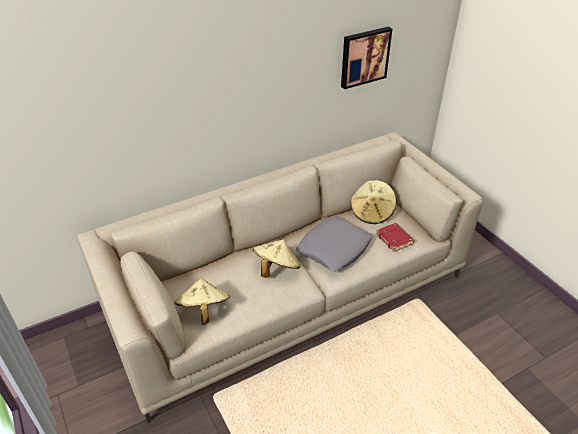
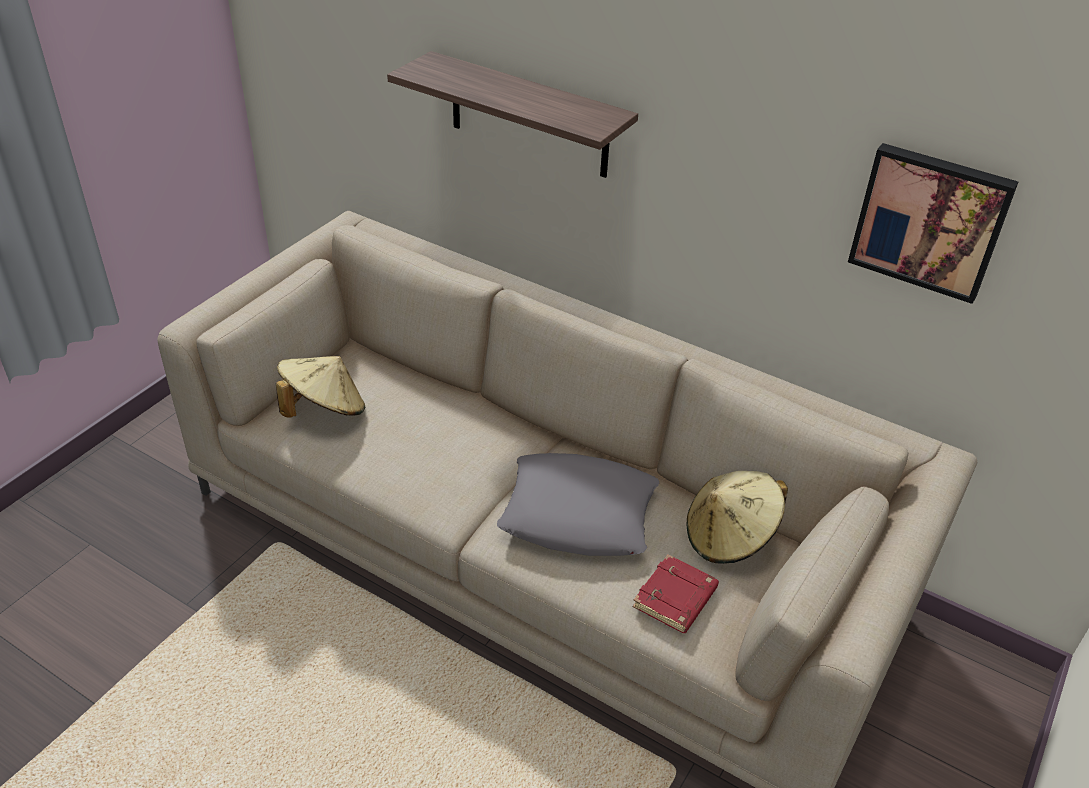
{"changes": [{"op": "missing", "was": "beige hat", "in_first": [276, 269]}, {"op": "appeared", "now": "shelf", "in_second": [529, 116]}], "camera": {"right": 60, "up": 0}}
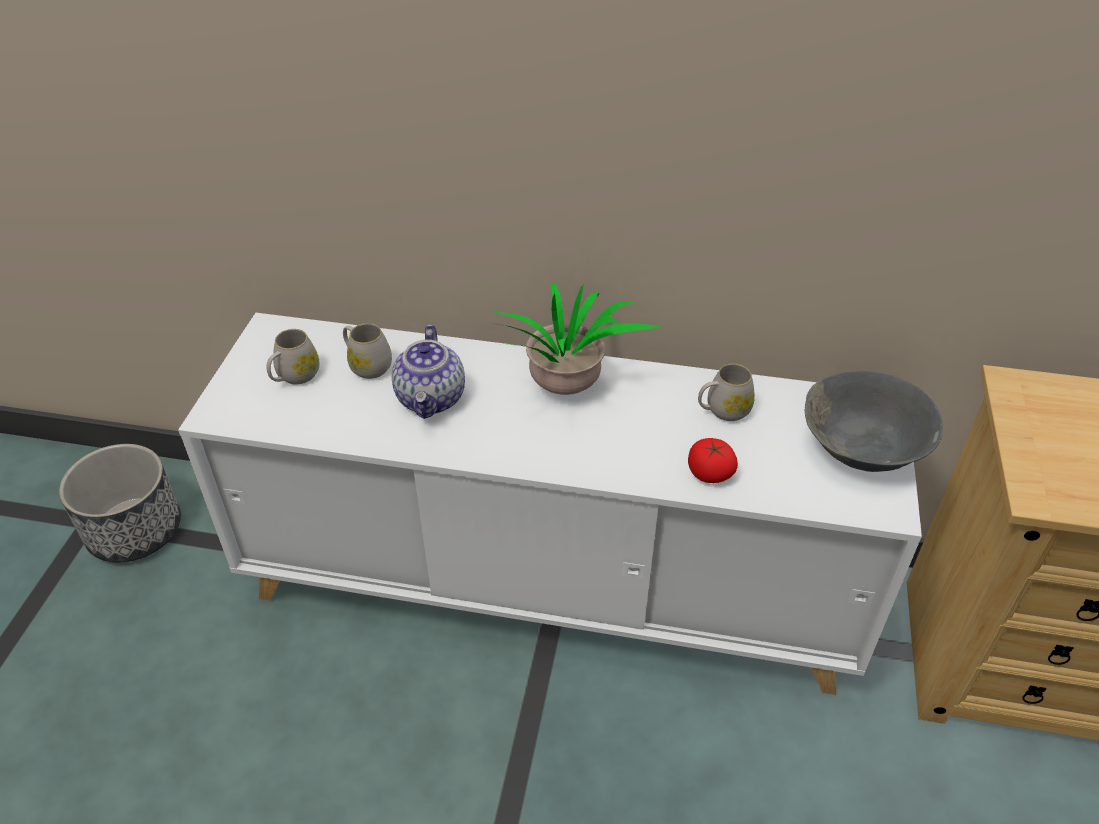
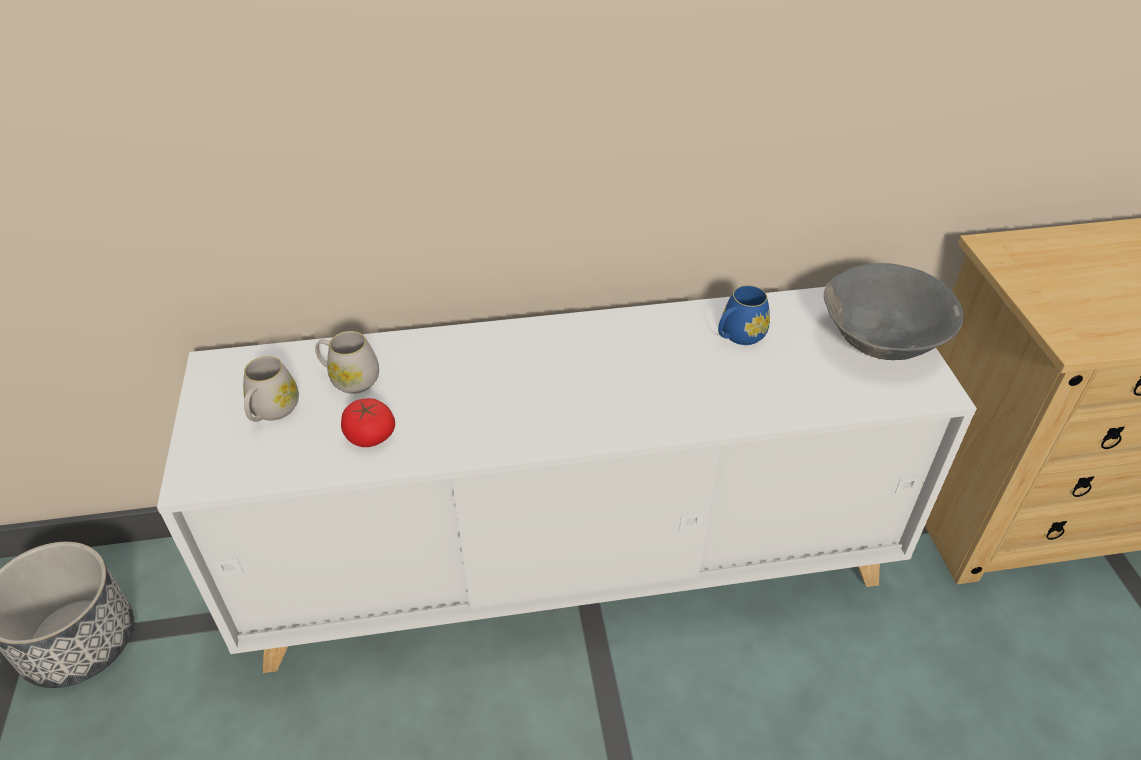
{"changes": [{"op": "missing", "was": "potted plant", "in_first": [566, 390]}, {"op": "missing", "was": "teapot", "in_first": [432, 399]}, {"op": "colour", "was": "white mug", "now": "blue mug", "in_first": [723, 410], "in_second": [738, 336]}, {"op": "relocated", "was": "tomato", "in_first": [710, 472], "in_second": [370, 435]}], "camera": {"right": -20, "up": 0}}
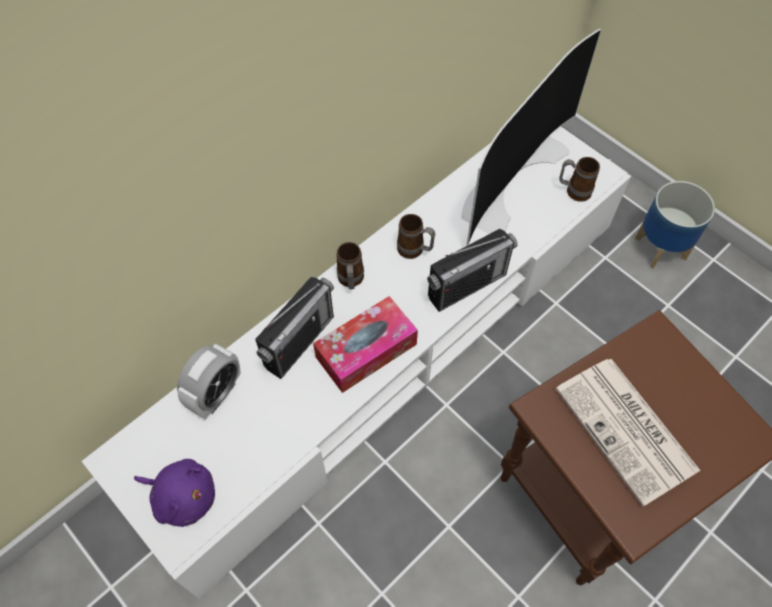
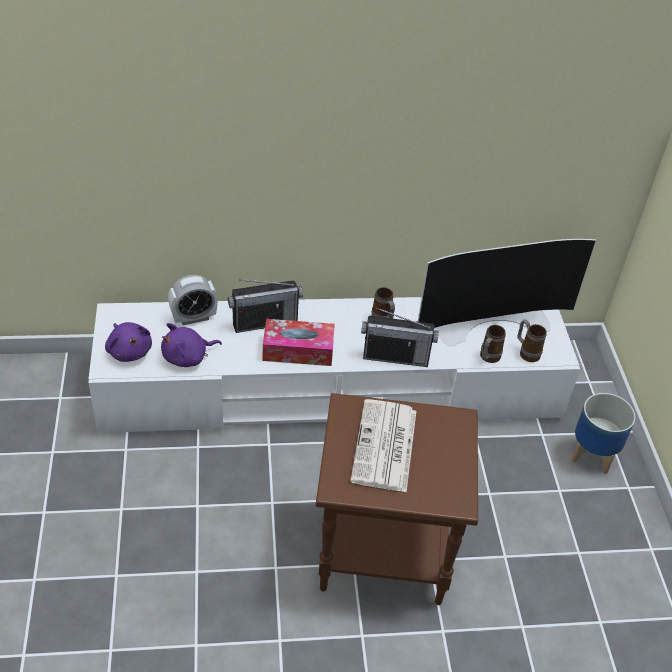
{"changes": [{"op": "relocated", "was": "mug", "in_first": [350, 281], "in_second": [487, 358]}, {"op": "appeared", "now": "purple plush toy", "in_second": [188, 357]}], "camera": {"right": 35, "up": -15}}
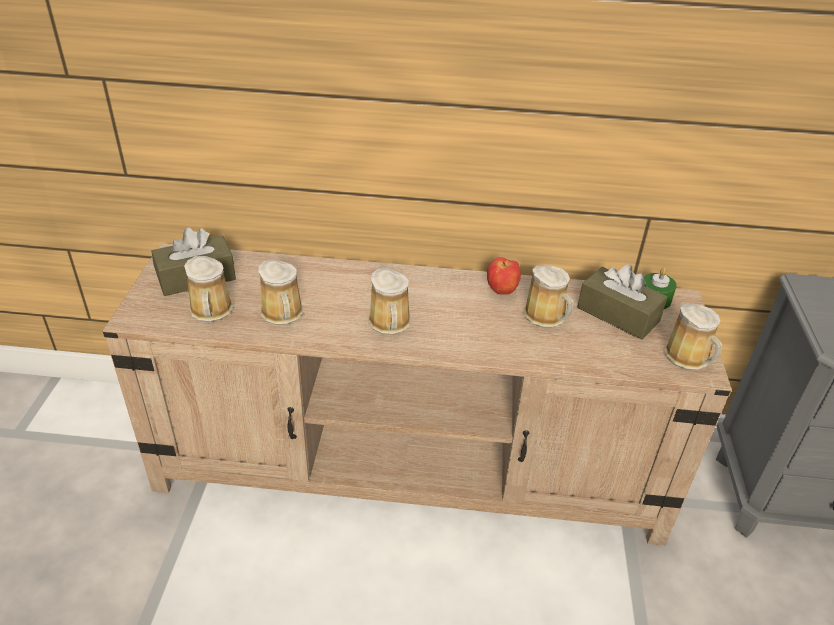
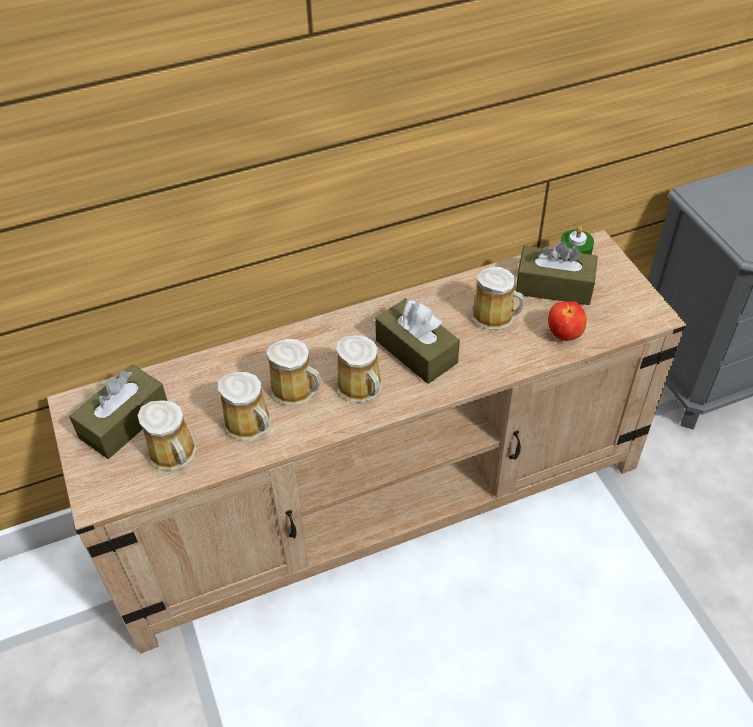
{"changes": [{"op": "relocated", "was": "apple", "in_first": [502, 291], "in_second": [564, 335]}, {"op": "relocated", "was": "mug", "in_first": [689, 358], "in_second": [296, 389]}, {"op": "appeared", "now": "brown tissue box", "in_second": [416, 351]}], "camera": {"right": -25, "up": 10}}
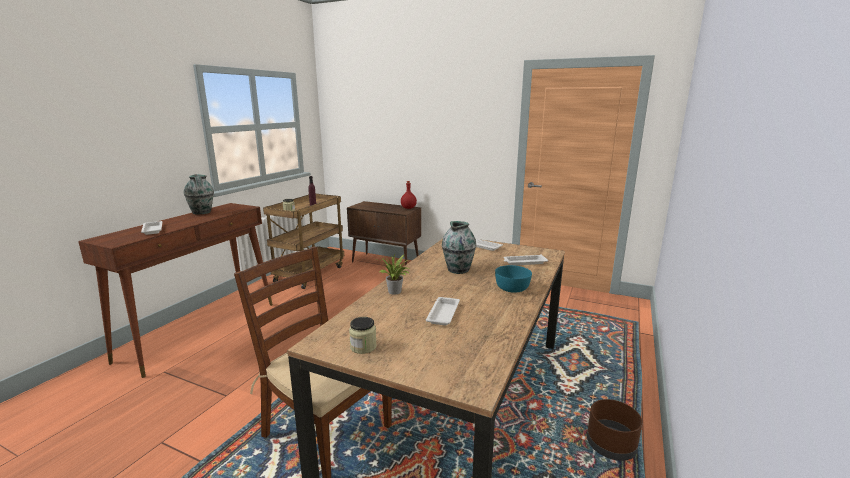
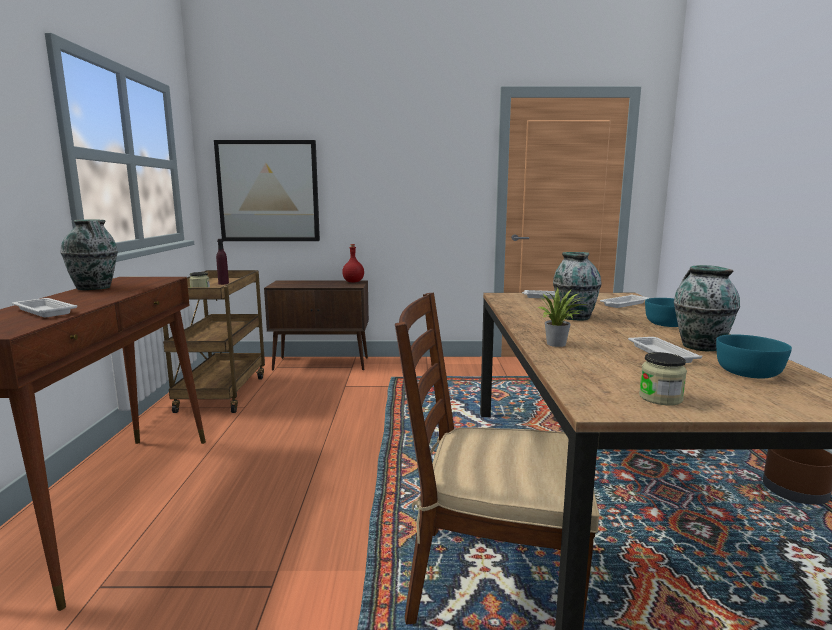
{"changes": [{"op": "appeared", "now": "picture", "in_second": [268, 191]}, {"op": "appeared", "now": "vase", "in_second": [700, 346]}, {"op": "appeared", "now": "turquoise bowl", "in_second": [749, 372]}], "camera": {"right": -25, "up": -5}}
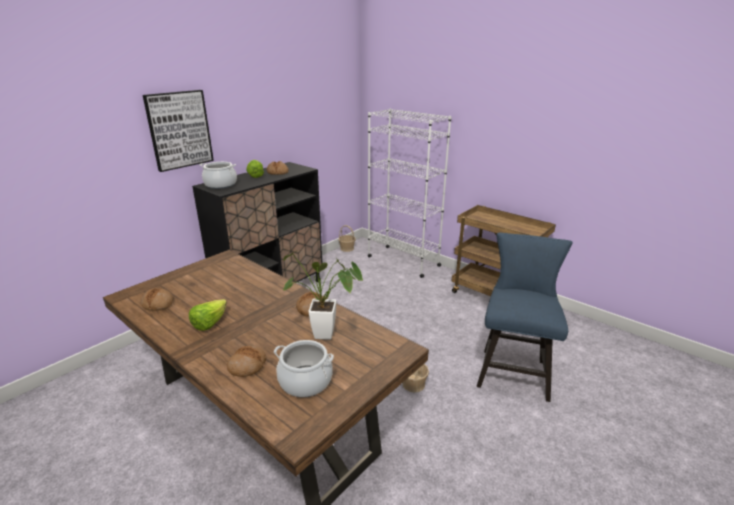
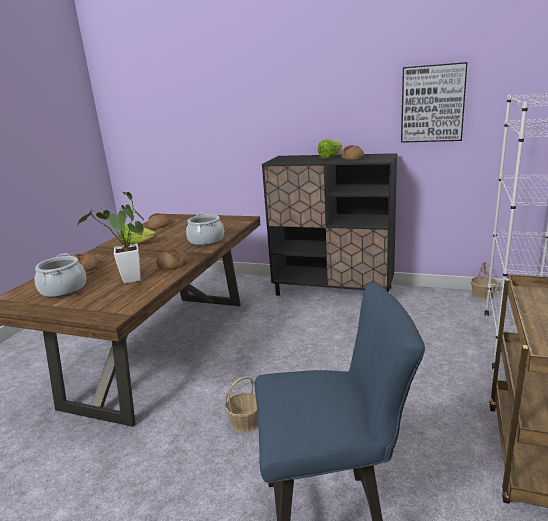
{"changes": [{"op": "relocated", "was": "picture", "in_first": [179, 130], "in_second": [432, 104]}, {"op": "relocated", "was": "cooking pot", "in_first": [220, 185], "in_second": [206, 241]}], "camera": {"right": 70, "up": -5}}
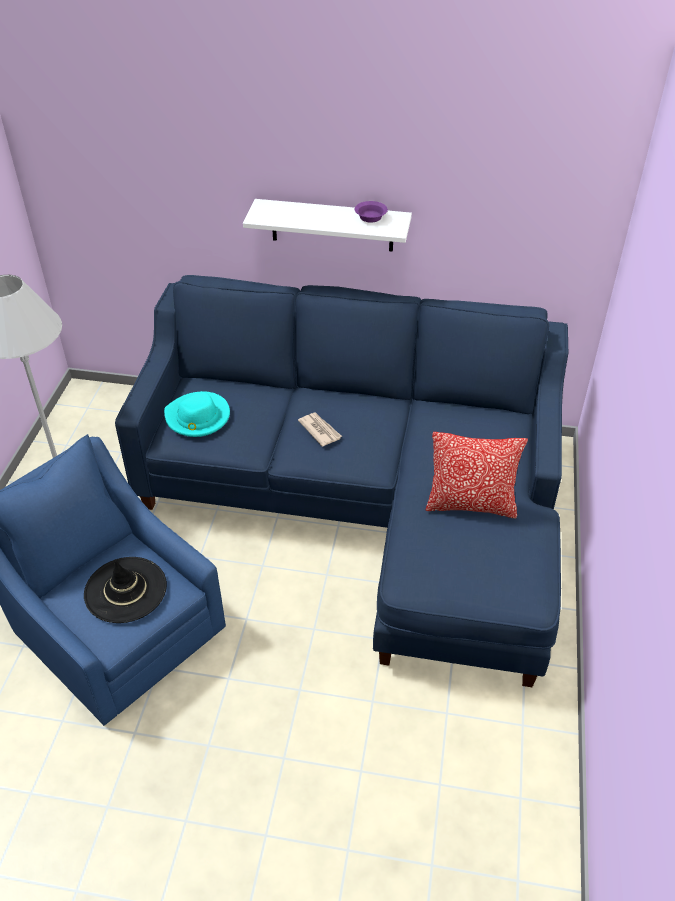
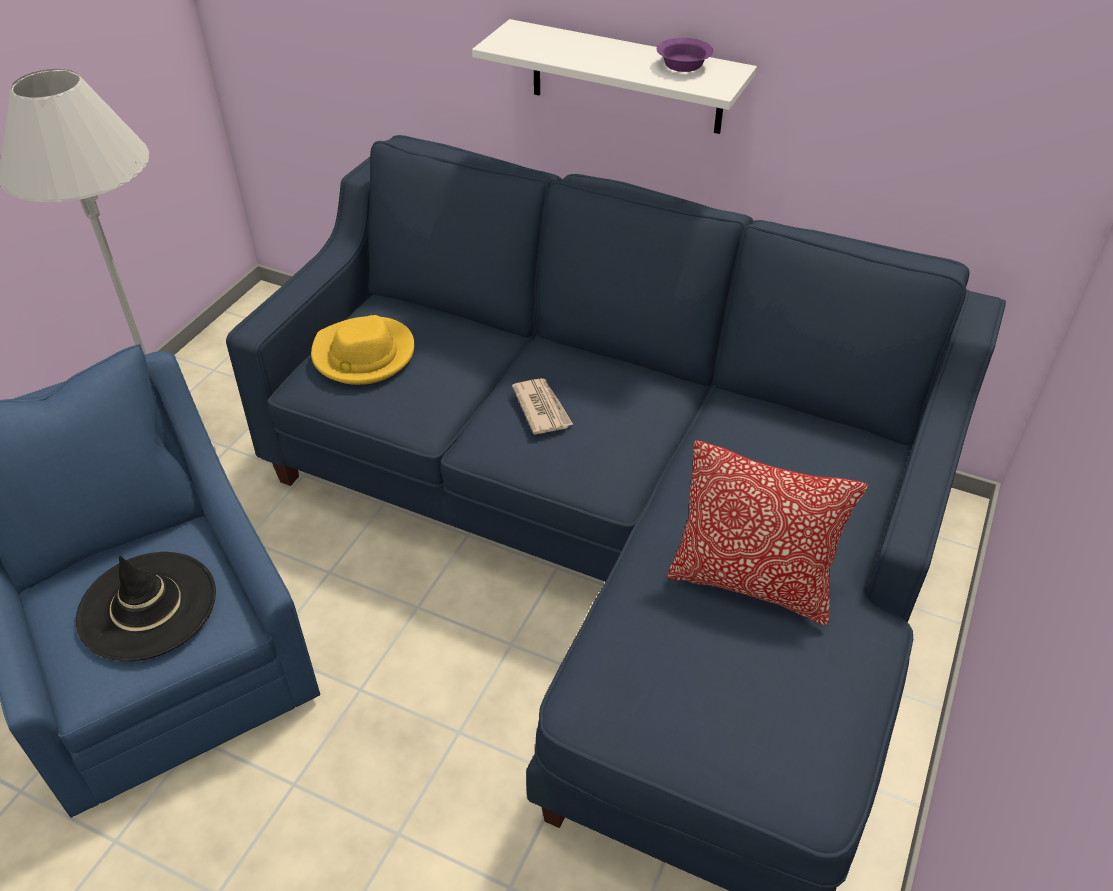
{"changes": [{"op": "colour", "was": "turquoise hat", "now": "yellow hat", "in_first": [197, 417], "in_second": [363, 355]}], "camera": {"right": 15, "up": 0}}
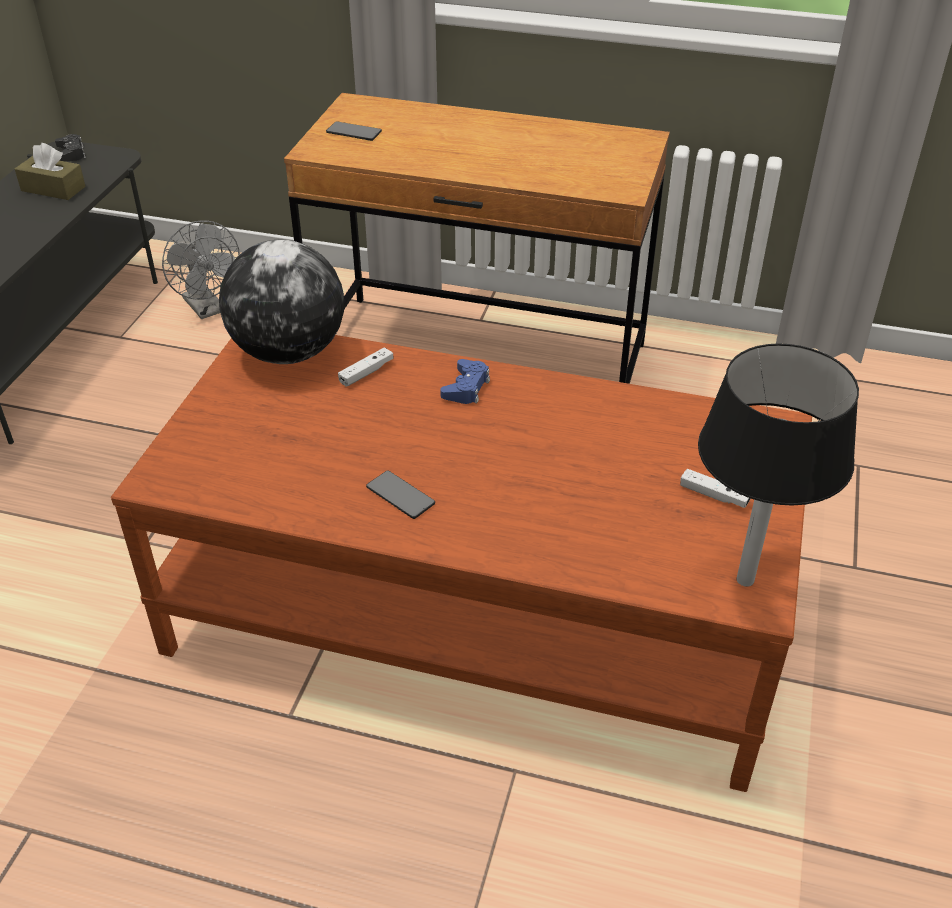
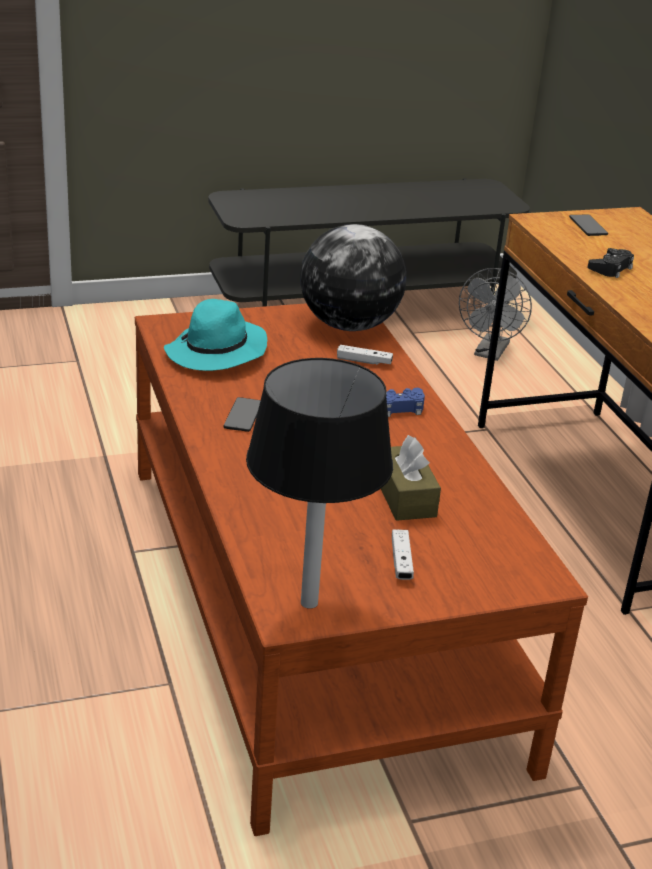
{"changes": [{"op": "relocated", "was": "black game controller", "in_first": [71, 153], "in_second": [610, 268]}, {"op": "relocated", "was": "brown tissue box", "in_first": [53, 189], "in_second": [405, 496]}, {"op": "appeared", "now": "turquoise hat", "in_second": [216, 353]}], "camera": {"right": 55, "up": -10}}
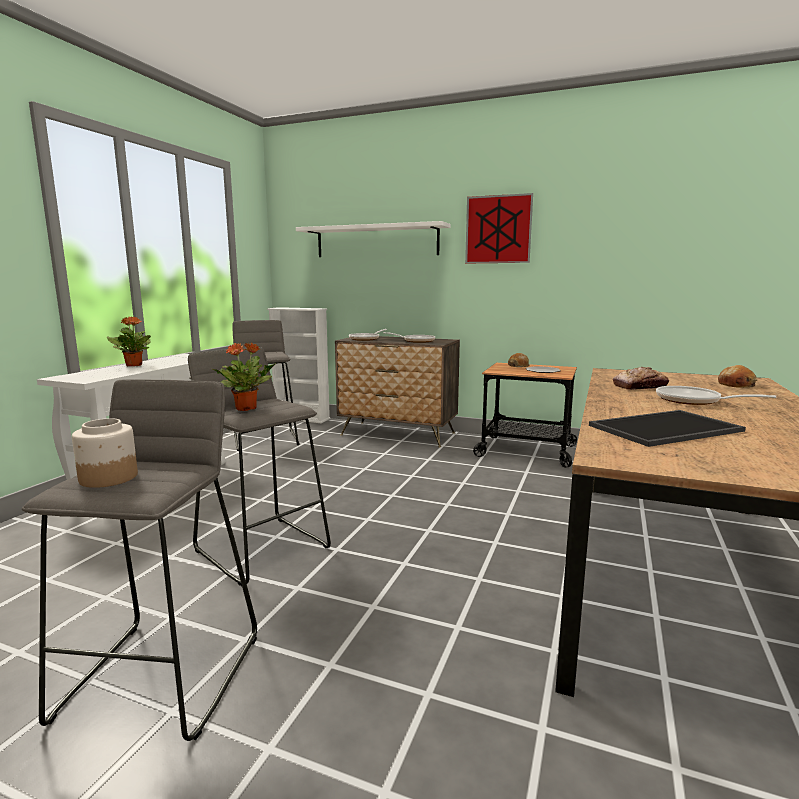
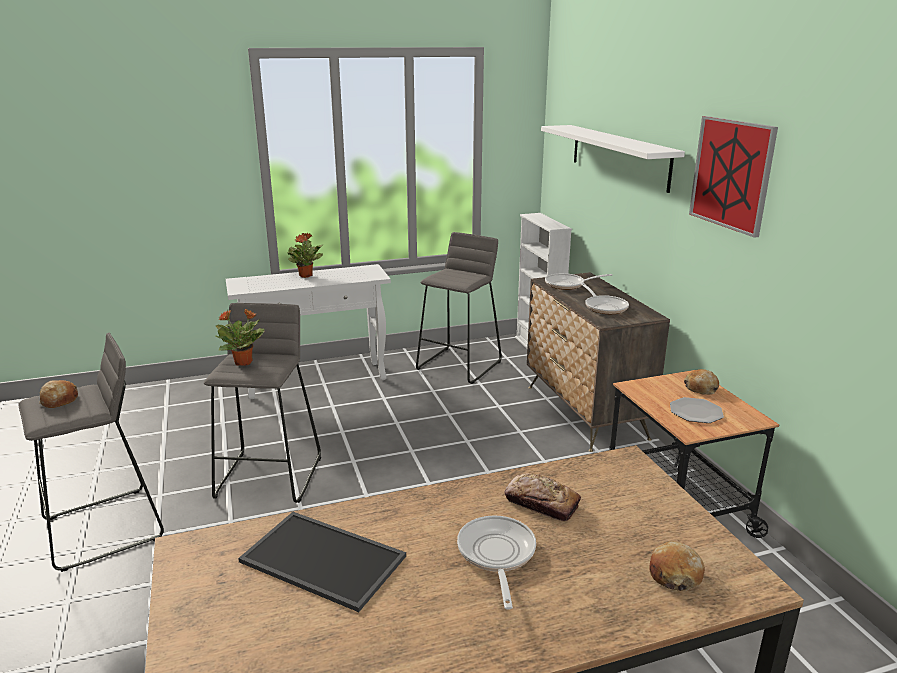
{"changes": [{"op": "exchanged", "was": "jar", "now": "bread", "in_first": [108, 478], "in_second": [59, 400]}], "camera": {"right": 50, "up": 10}}
